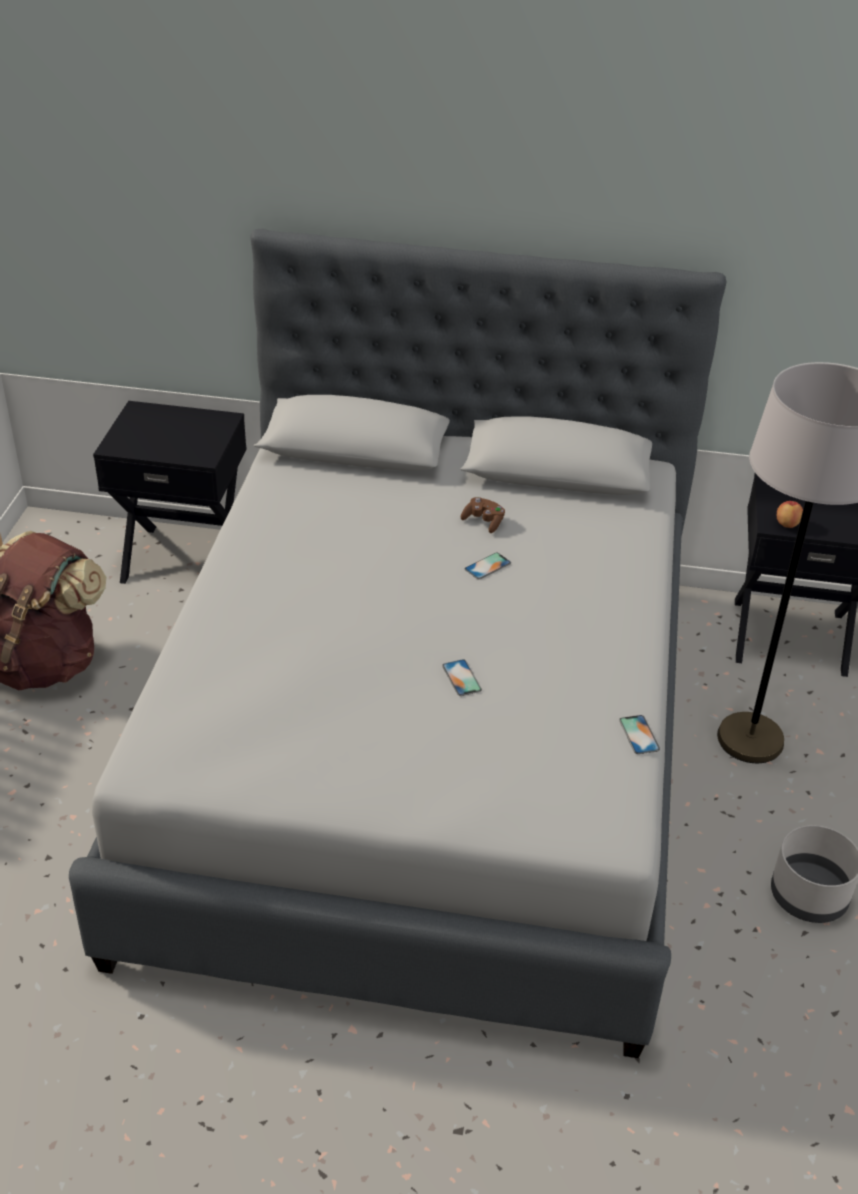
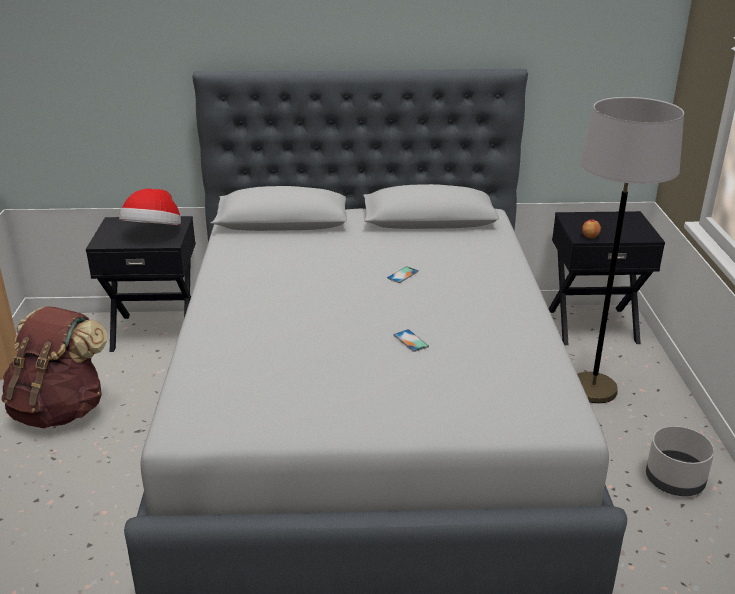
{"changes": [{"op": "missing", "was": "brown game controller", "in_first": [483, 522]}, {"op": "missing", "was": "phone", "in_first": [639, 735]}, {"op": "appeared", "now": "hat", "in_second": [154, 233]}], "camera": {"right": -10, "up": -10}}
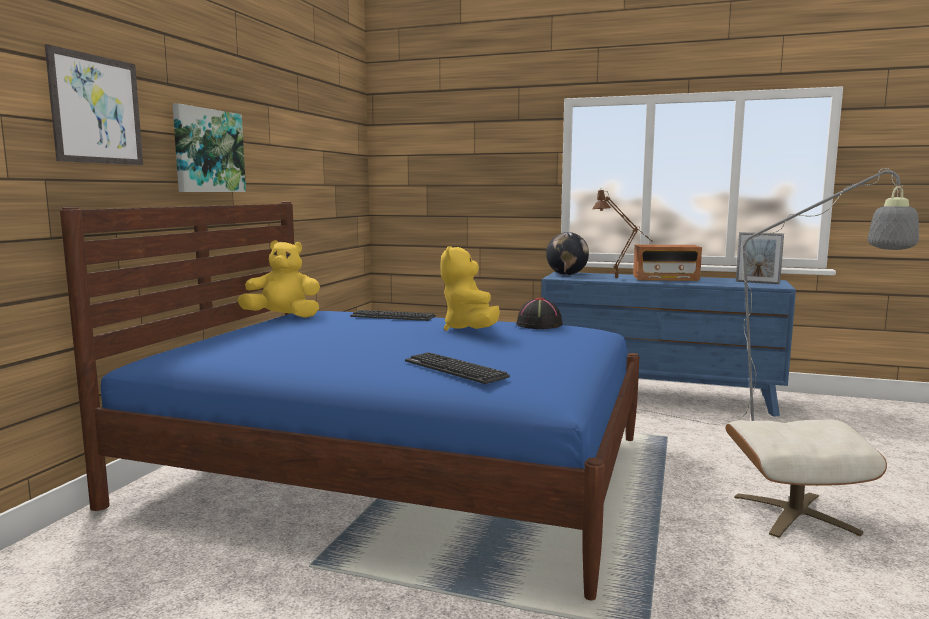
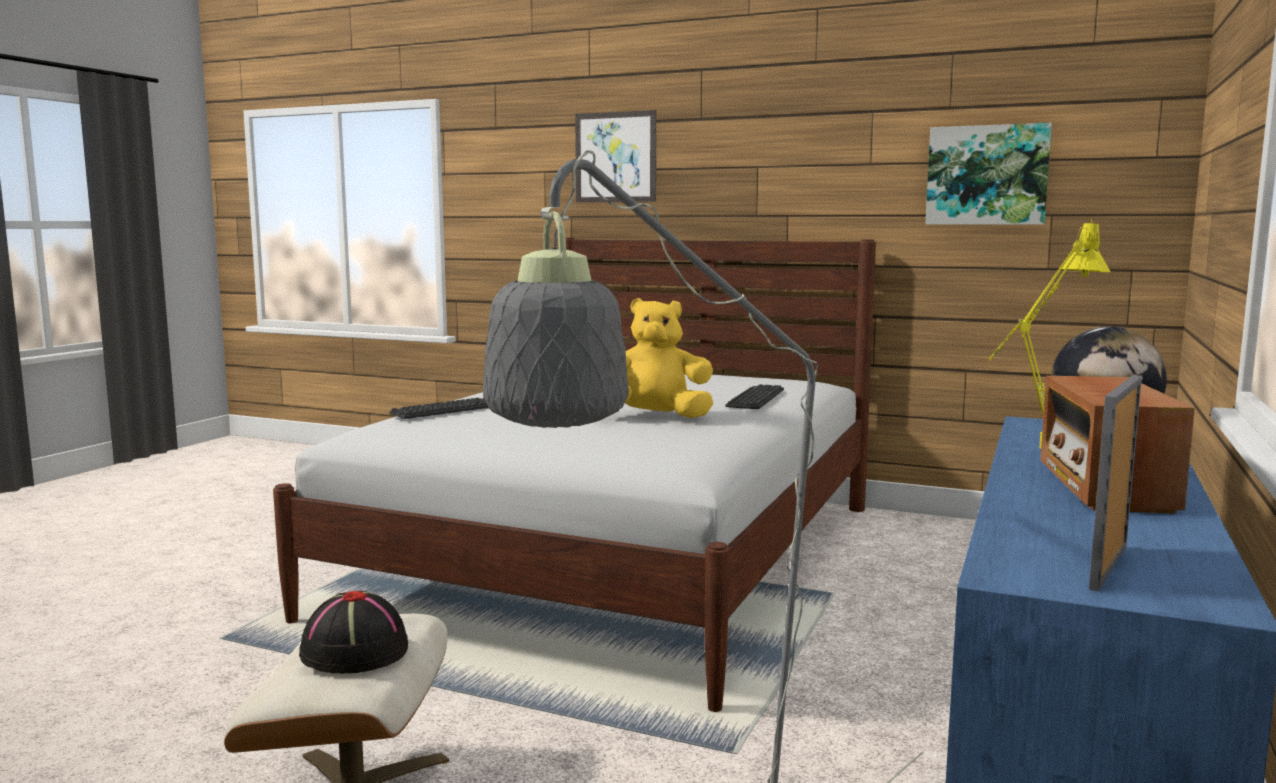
{"changes": [{"op": "relocated", "was": "picture", "in_first": [208, 151], "in_second": [987, 175]}, {"op": "colour", "was": "brown table lamp", "now": "yellow table lamp", "in_first": [620, 280], "in_second": [1036, 454]}, {"op": "colour", "was": "blue bed", "now": "white bed", "in_first": [396, 470], "in_second": [620, 557]}, {"op": "missing", "was": "yellow plush toy", "in_first": [283, 317]}, {"op": "relocated", "was": "black hat", "in_first": [539, 325], "in_second": [353, 651]}], "camera": {"right": 95, "up": 0}}
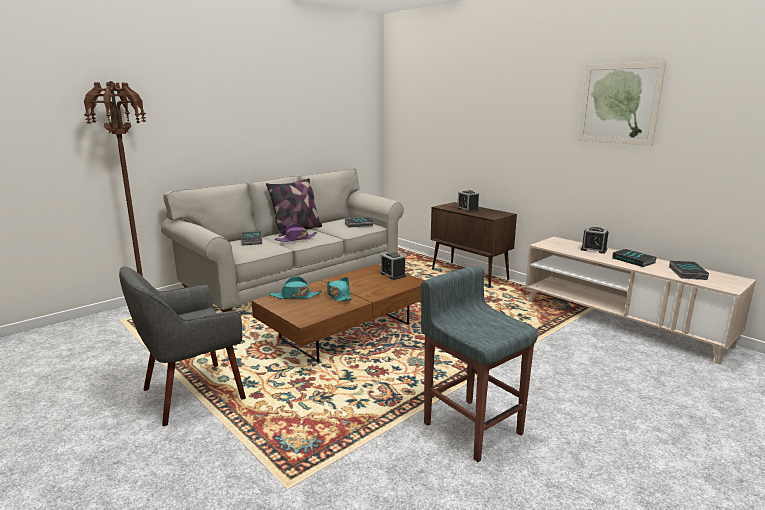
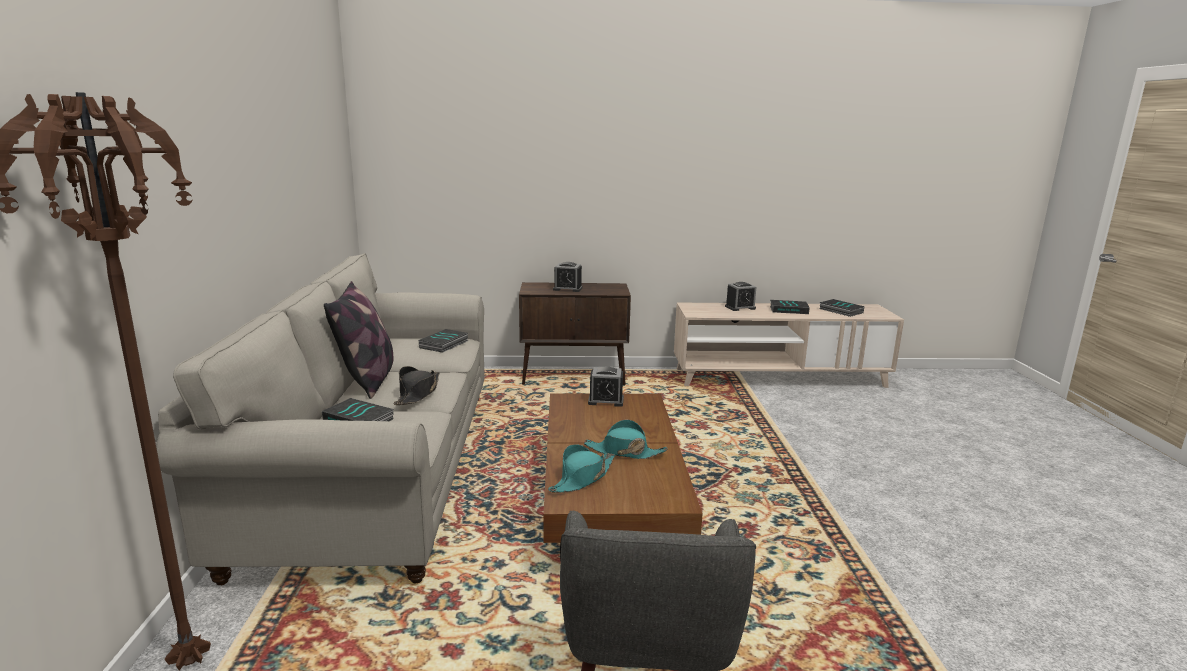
{"changes": [{"op": "missing", "was": "picture", "in_first": [619, 103]}, {"op": "colour", "was": "purple hat", "now": "black hat", "in_first": [296, 239], "in_second": [417, 393]}, {"op": "missing", "was": "grey stool", "in_first": [471, 427]}], "camera": {"right": -50, "up": 0}}
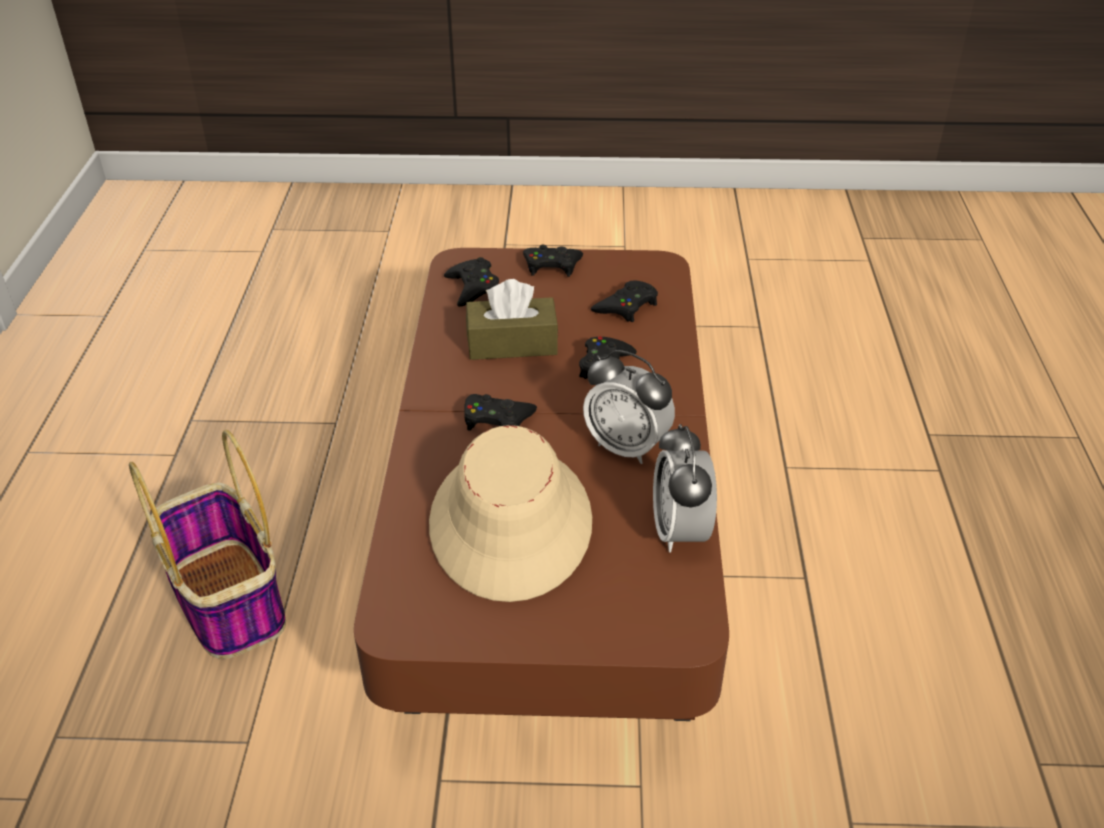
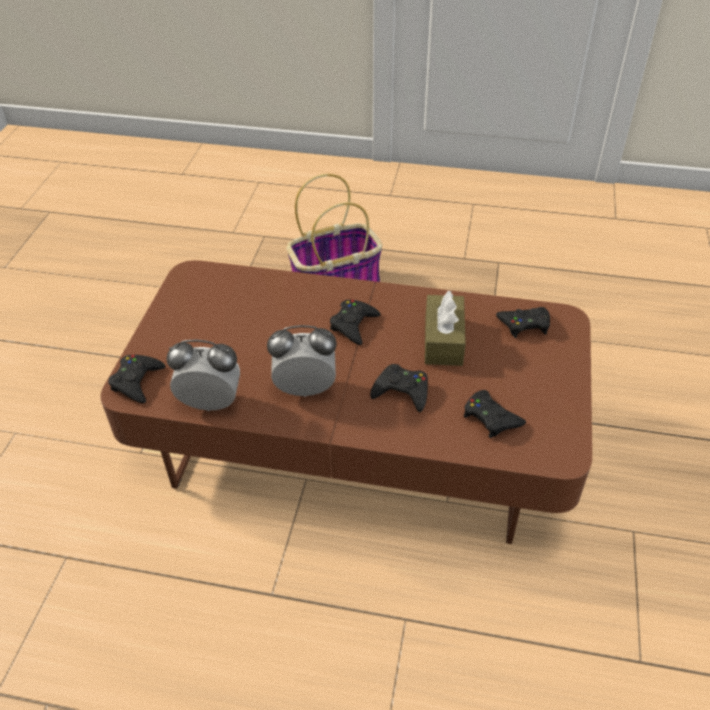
{"changes": [{"op": "relocated", "was": "black game controller", "in_first": [552, 265], "in_second": [137, 381]}, {"op": "spun", "was": "alarm clock", "in_first": [627, 446], "in_second": [305, 389], "clockwise": 45}, {"op": "missing", "was": "beige hat", "in_first": [511, 522]}], "camera": {"right": 100, "up": 5}}
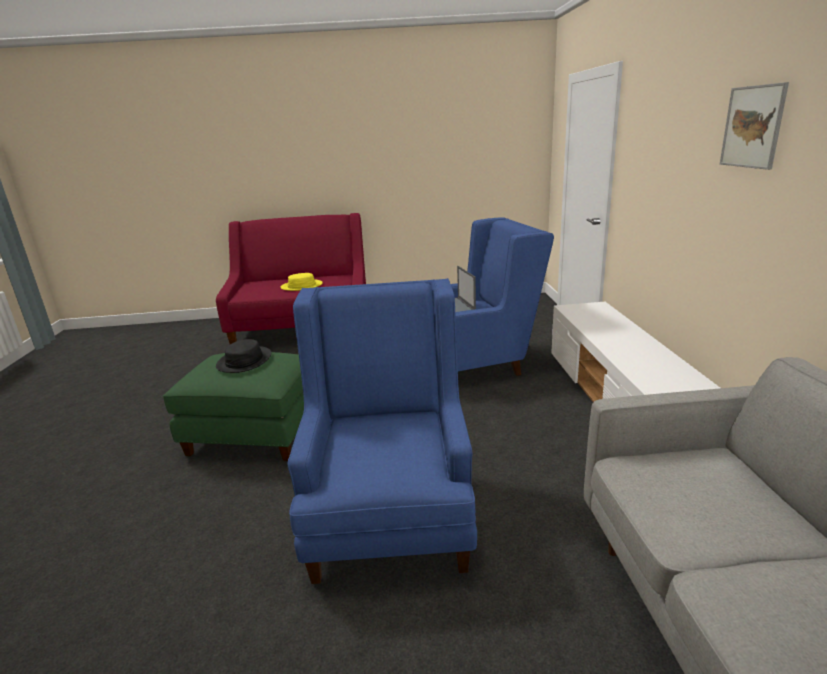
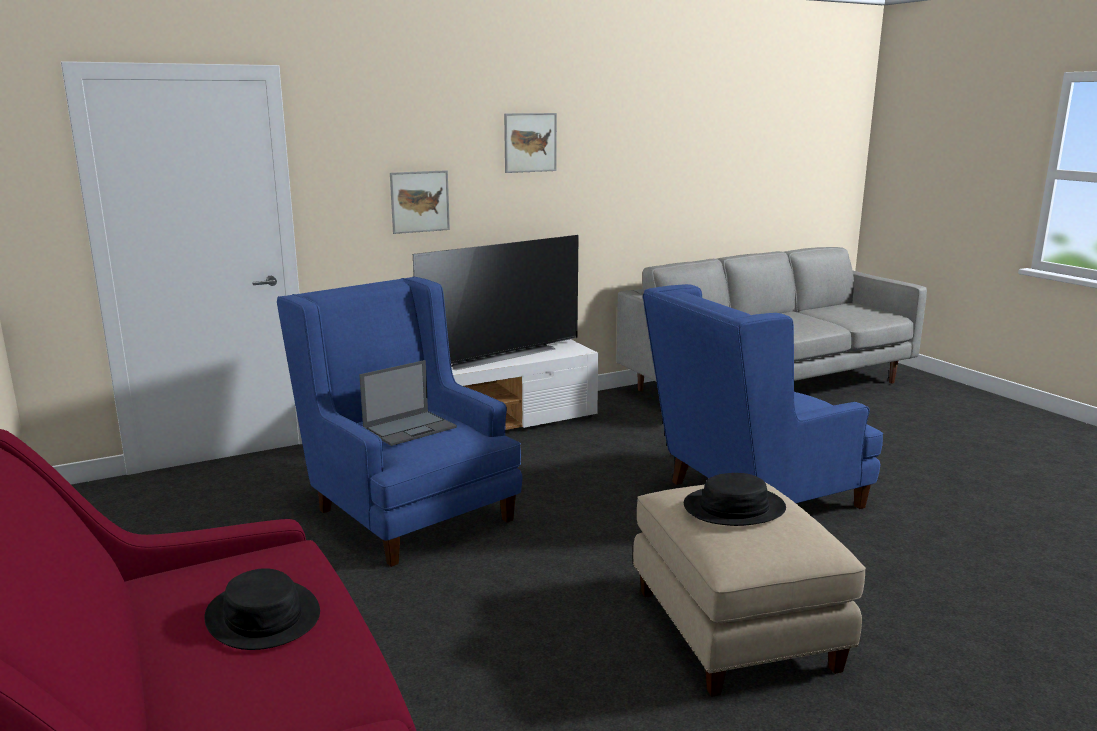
{"changes": [{"op": "colour", "was": "yellow hat", "now": "black hat", "in_first": [301, 286], "in_second": [263, 616]}, {"op": "colour", "was": "green ottoman", "now": "beige ottoman", "in_first": [255, 434], "in_second": [732, 629]}, {"op": "appeared", "now": "picture", "in_second": [419, 201]}, {"op": "appeared", "now": "television", "in_second": [498, 355]}], "camera": {"right": -115, "up": -5}}
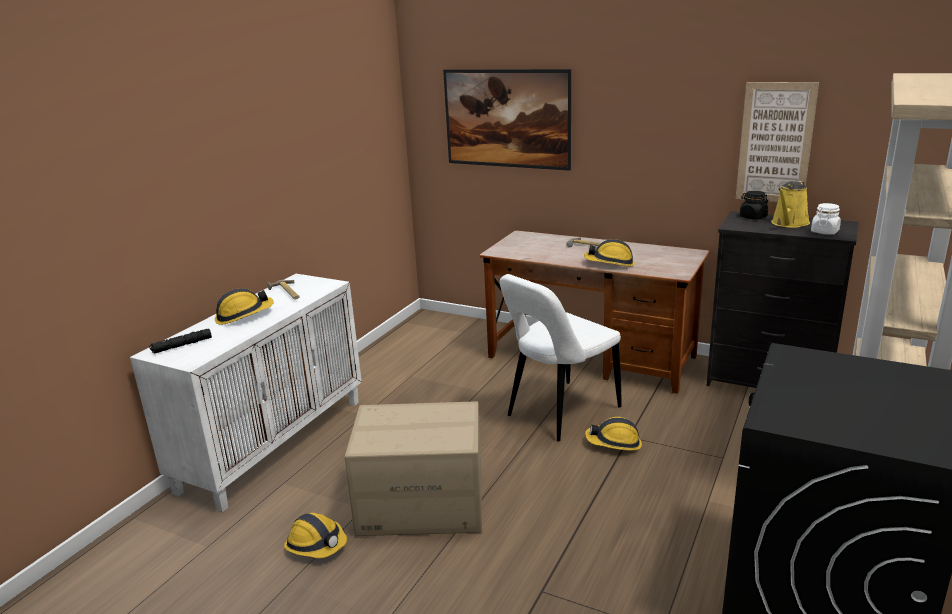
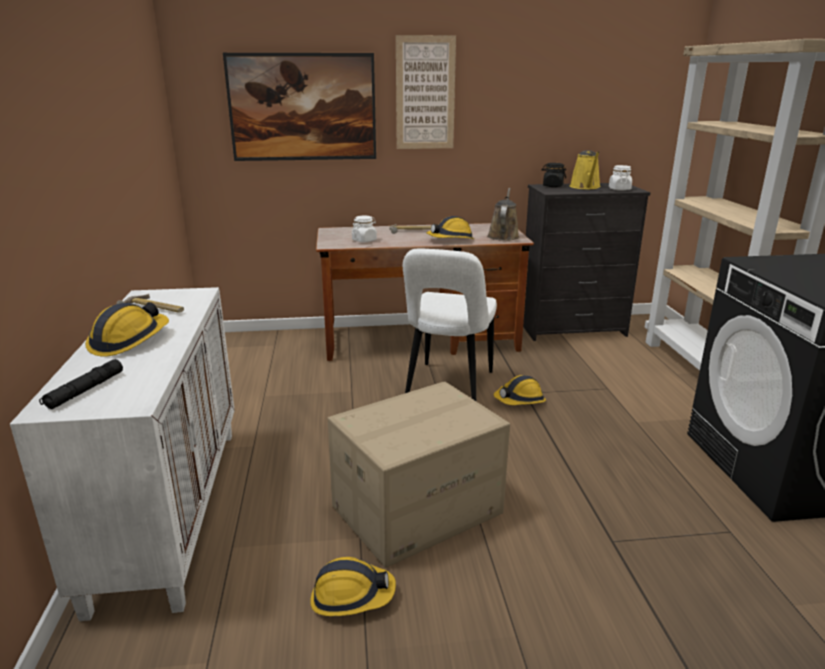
{"changes": [{"op": "relocated", "was": "picture", "in_first": [775, 143], "in_second": [425, 93]}, {"op": "appeared", "now": "brown watering can", "in_second": [503, 236]}, {"op": "appeared", "now": "white jar", "in_second": [364, 240]}], "camera": {"right": -35, "up": 0}}
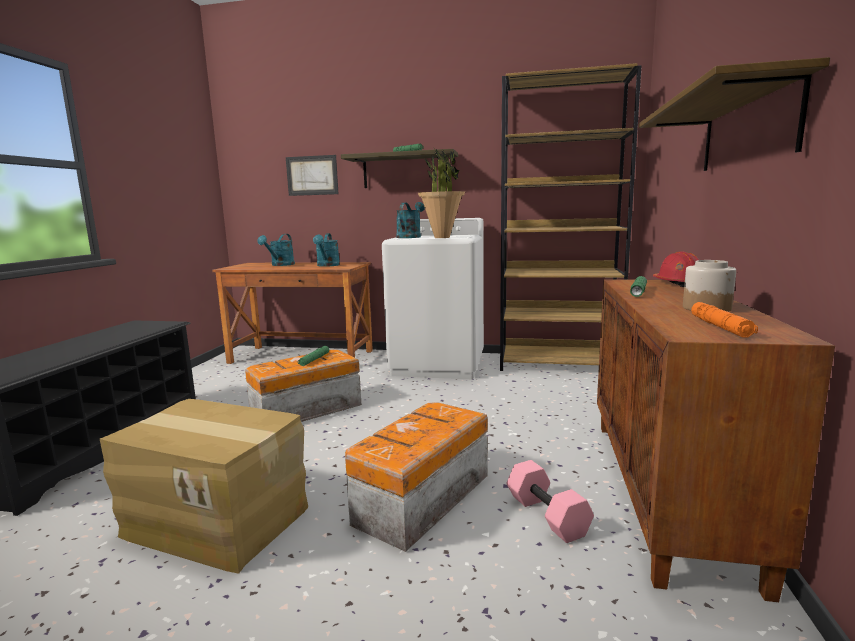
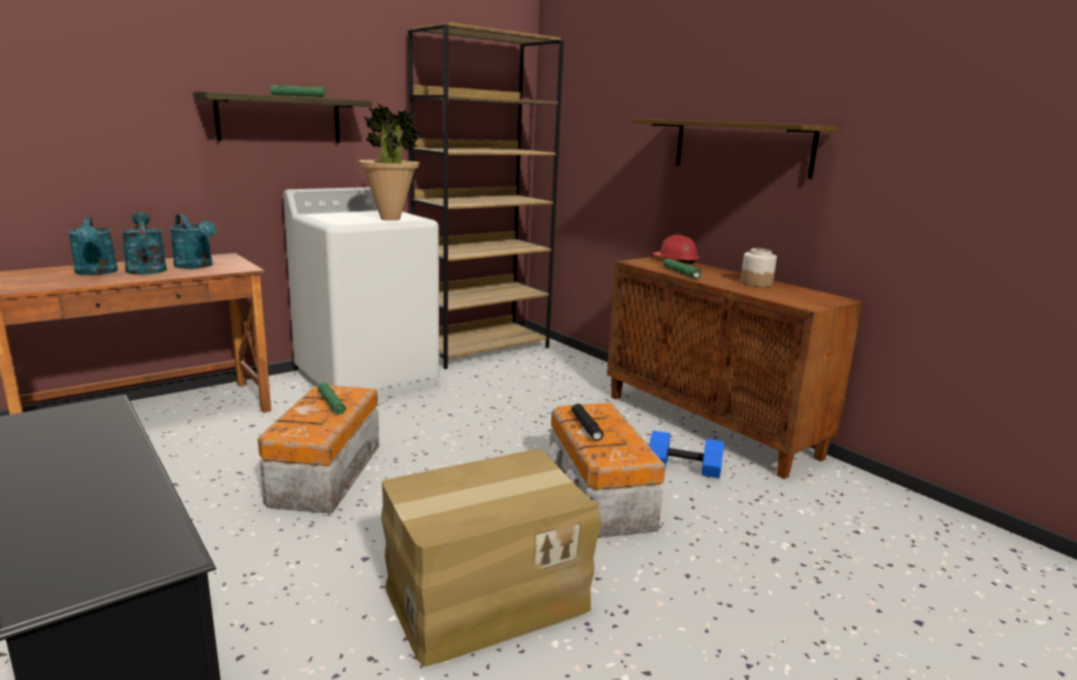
{"changes": [{"op": "missing", "was": "picture", "in_first": [312, 175]}, {"op": "relocated", "was": "turquoise watering can", "in_first": [410, 237], "in_second": [146, 268]}, {"op": "missing", "was": "orange flashlight", "in_first": [720, 327]}, {"op": "colour", "was": "pink dumbbell", "now": "blue dumbbell", "in_first": [548, 515], "in_second": [684, 468]}, {"op": "appeared", "now": "black flashlight", "in_second": [586, 426]}], "camera": {"right": -50, "up": 5}}
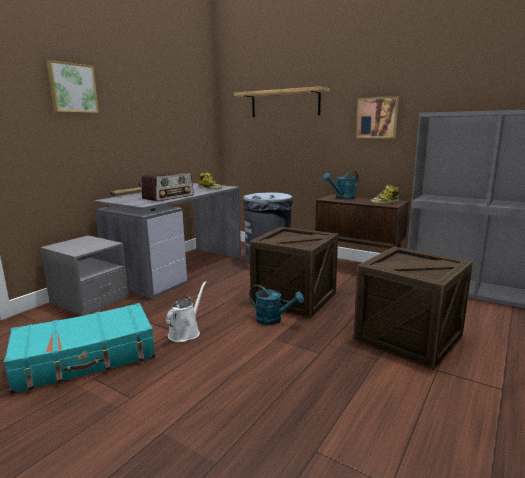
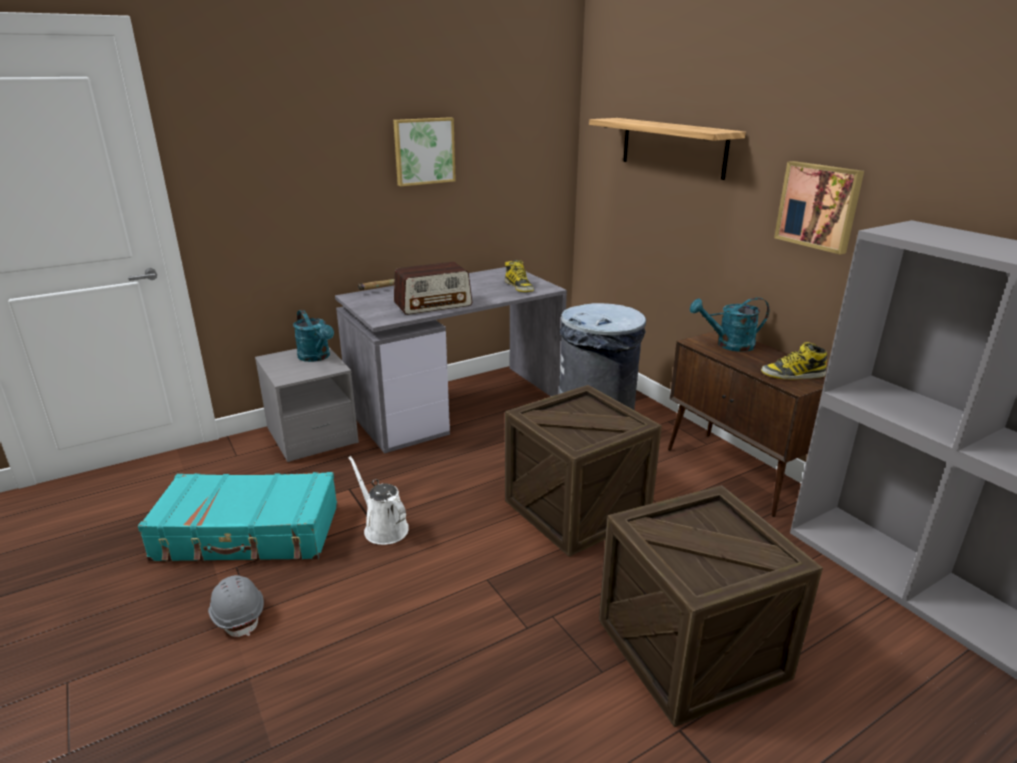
{"changes": [{"op": "relocated", "was": "picture", "in_first": [72, 88], "in_second": [423, 151]}, {"op": "spun", "was": "white watering can", "in_first": [186, 332], "in_second": [383, 528], "clockwise": -90}, {"op": "relocated", "was": "turquoise watering can", "in_first": [273, 320], "in_second": [317, 357]}, {"op": "appeared", "now": "grey hard hat", "in_second": [238, 614]}], "camera": {"right": 25, "up": 10}}
